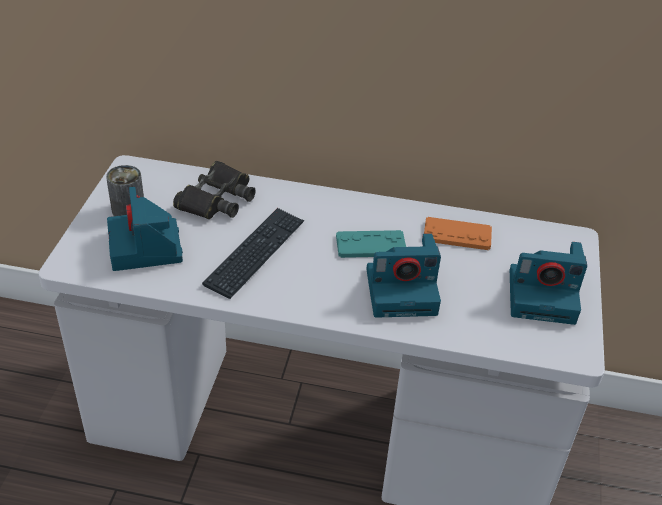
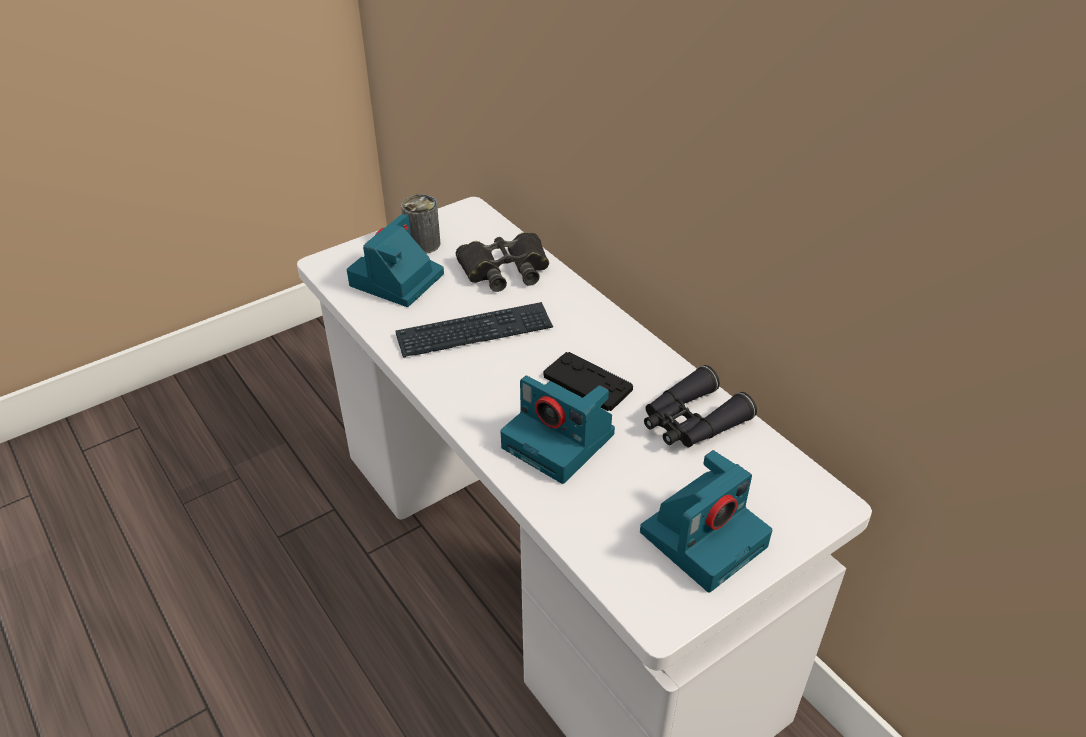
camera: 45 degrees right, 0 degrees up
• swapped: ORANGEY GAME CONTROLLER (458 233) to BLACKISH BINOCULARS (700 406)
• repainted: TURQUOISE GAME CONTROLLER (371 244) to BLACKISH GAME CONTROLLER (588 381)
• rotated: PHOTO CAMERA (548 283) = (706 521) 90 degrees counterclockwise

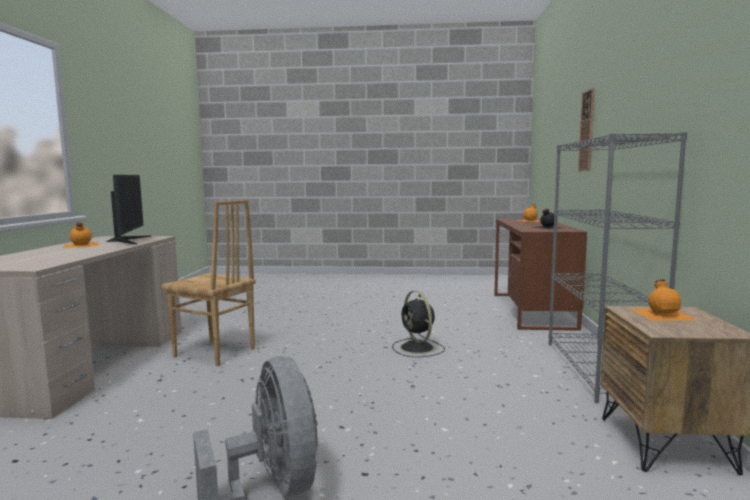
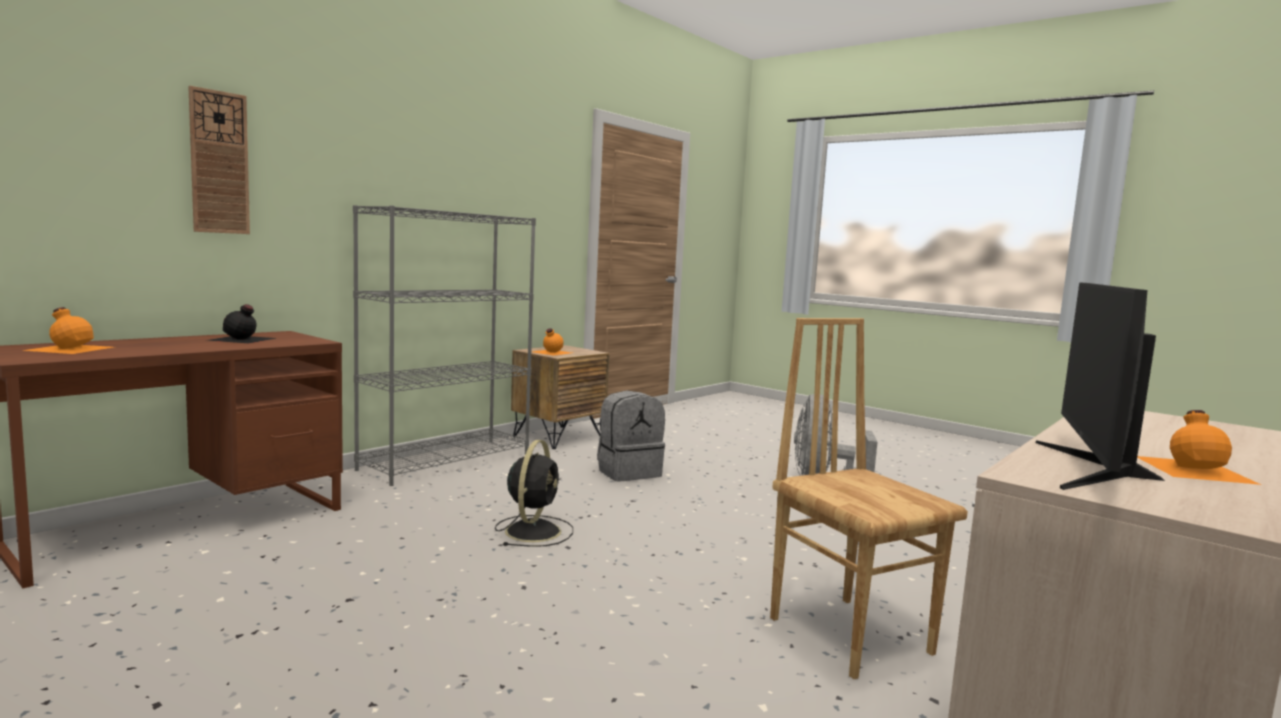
camera: 145 degrees left, 0 degrees up
• new: GREY BACKPACK (631 436)

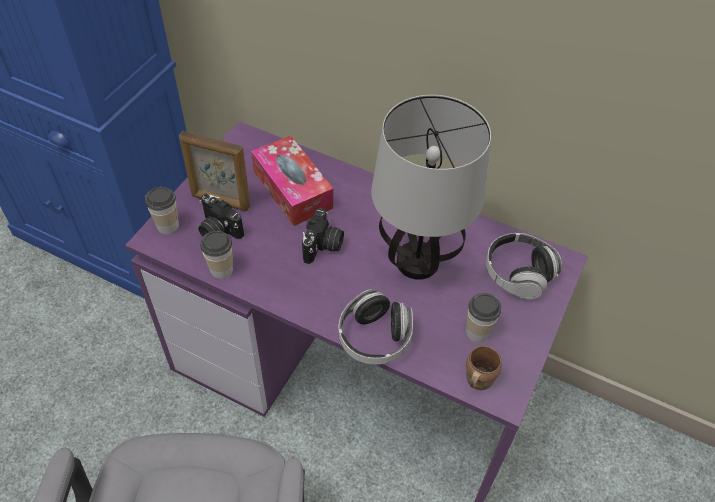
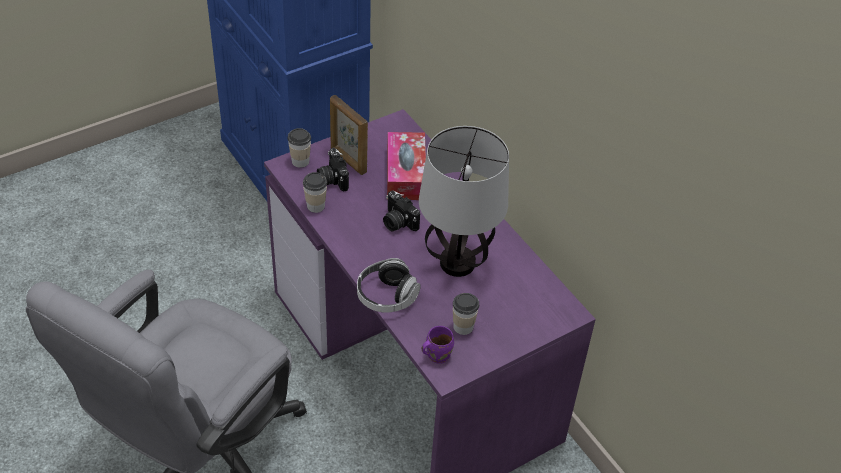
camera: 30 degrees right, 5 degrees down
• rotated: PHOTO CAMERA (323 236) = (401 211) 90 degrees clockwise
• gone: PAIR OF HEADPHONES (524 266)
• repainted: BROWNISH COFFEE MUG (484 367) to PURPLE-COLOURED COFFEE MUG (438 345)

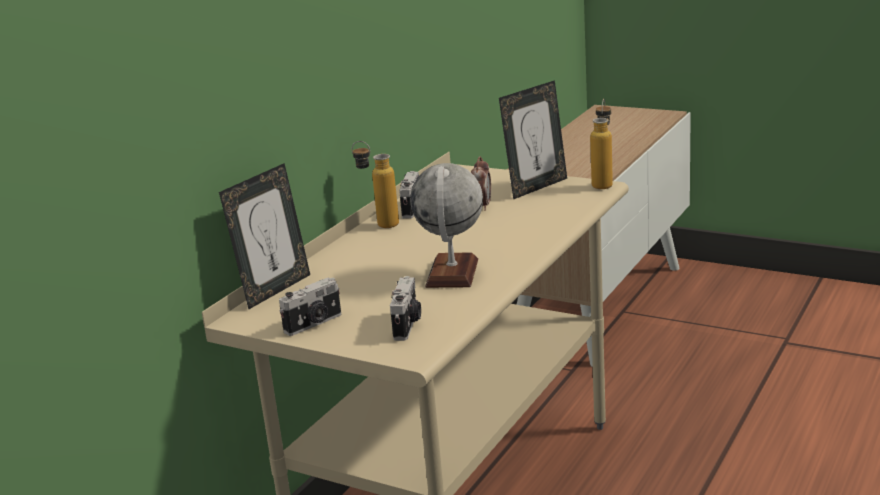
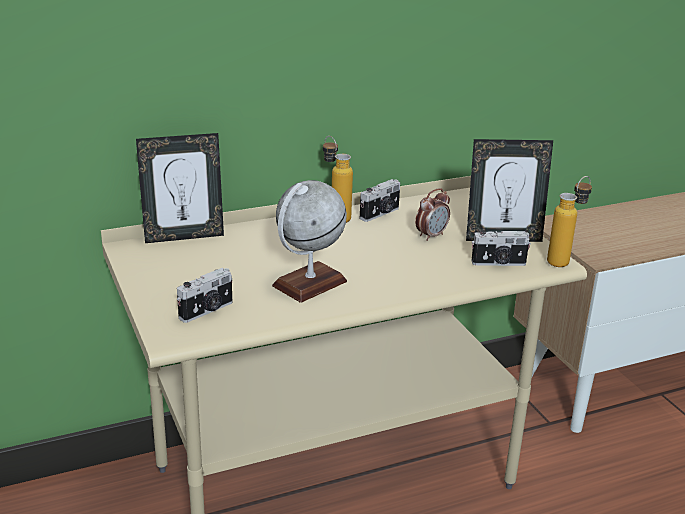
camera: 35 degrees right, 5 degrees up
• shifted: PHOTO CAMERA (310 307) to (501 248)

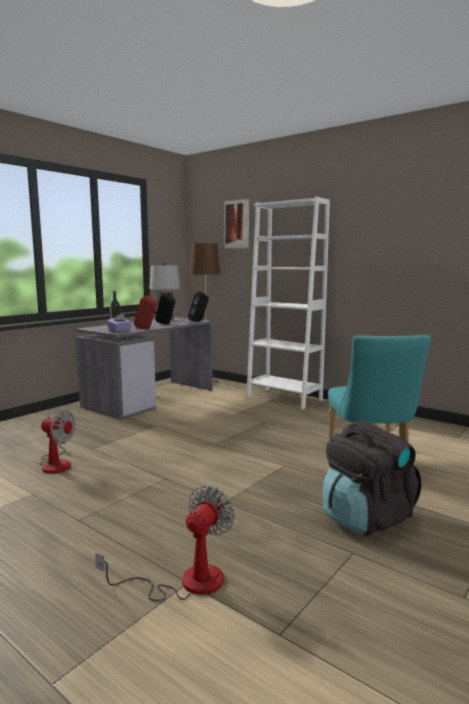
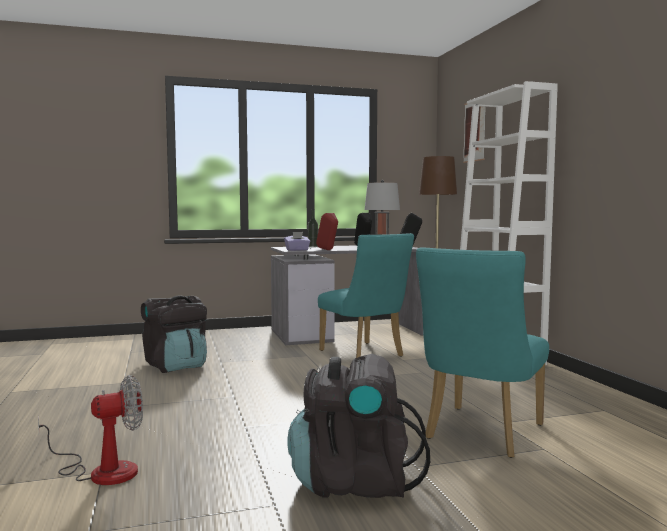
camera: 35 degrees right, 5 degrees down
• swapped: FAN (57 442) to BLACKISH BACKPACK (174 334)
• new: TURQUOISE CHAIR (366 295)

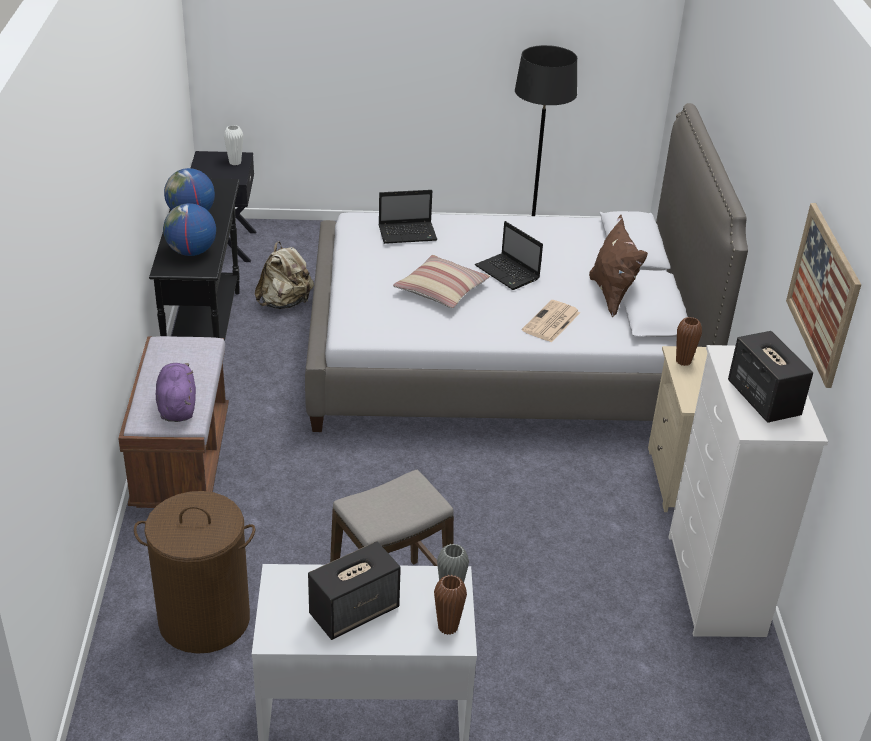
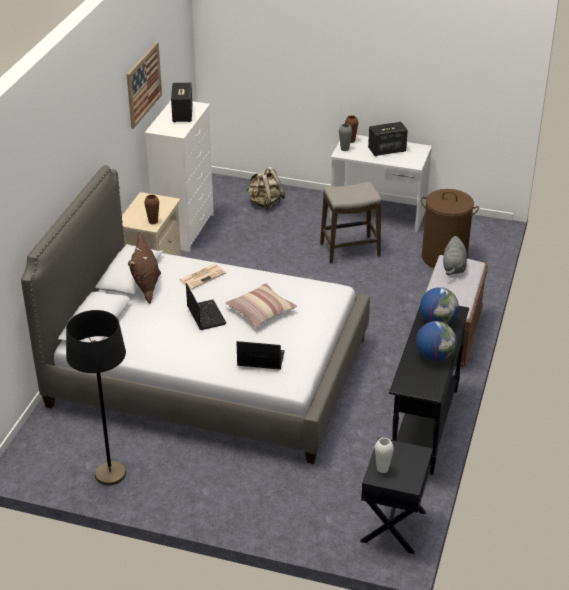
camera: 160 degrees left, 0 degrees up
• shifted: SAND-COLOURED BACKPACK (284 275) to (266 188)
• repainted: PURPLE-COLOURED CUDDLY TOY (176 392) to GREY CUDDLY TOY (455 255)

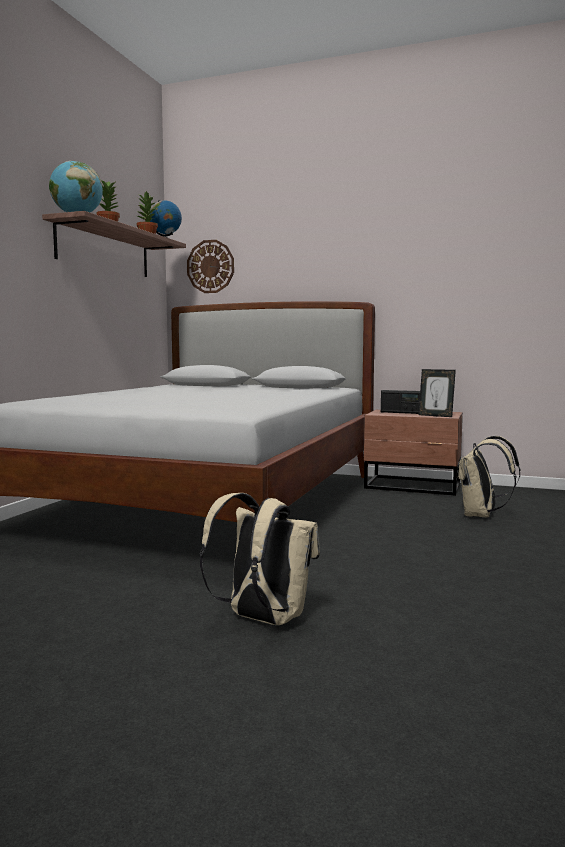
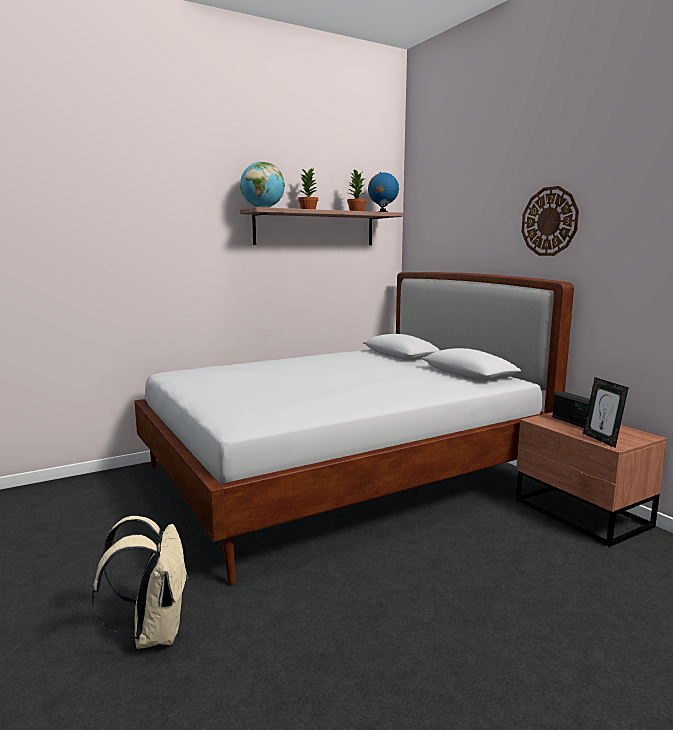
camera: 40 degrees right, 5 degrees up
• shifted: WALL CLOCK (210 266) to (550 221)
• gone: SAND-COLOURED BACKPACK (489 476)

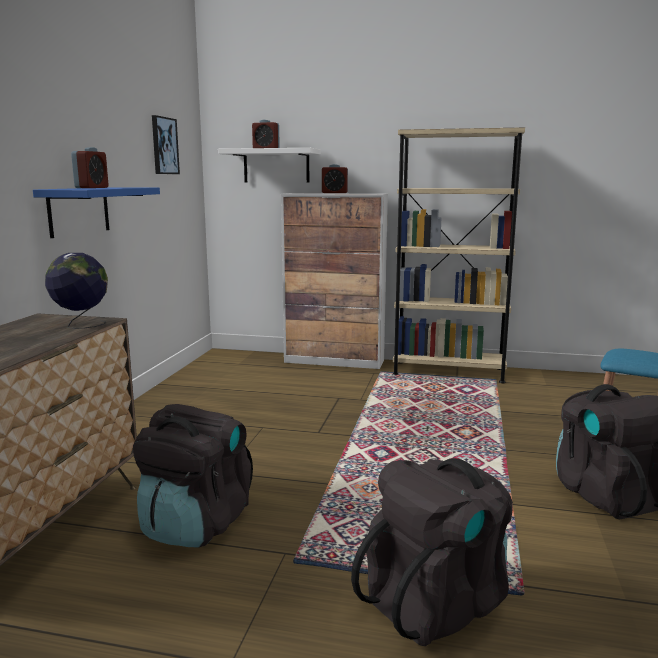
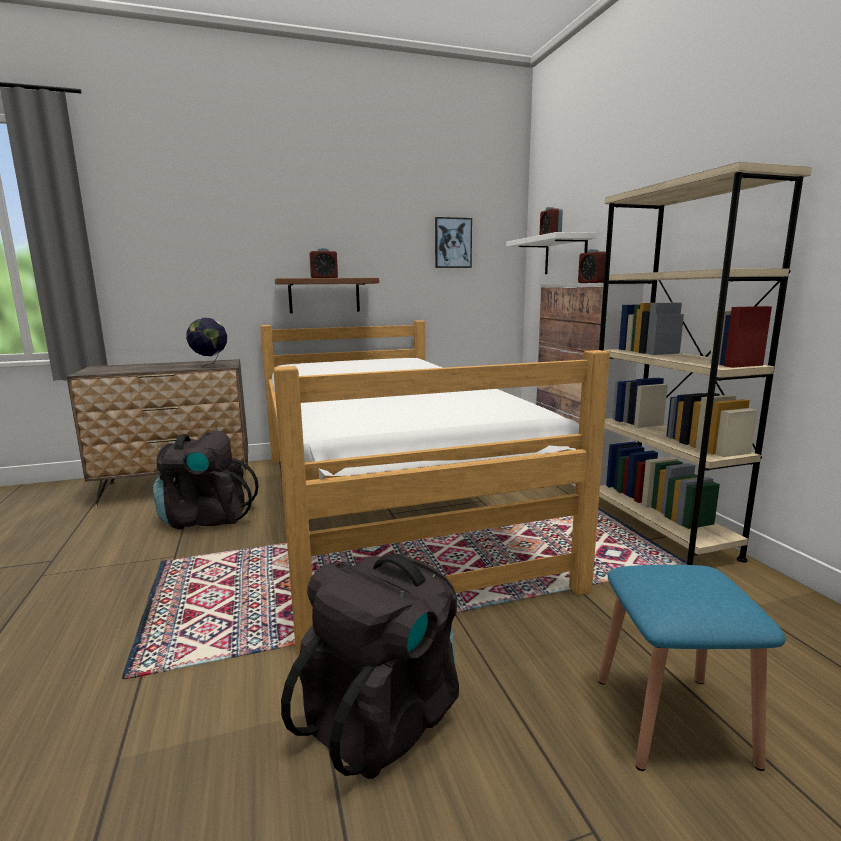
camera: 60 degrees right, 0 degrees up
• repainted: BLUISH WALL SHELF (96 212) to BROWNISH WALL SHELF (327 295)
• gone: BLACKISH BACKPACK (432 552)
• new: BEDROOM BED (435 486)

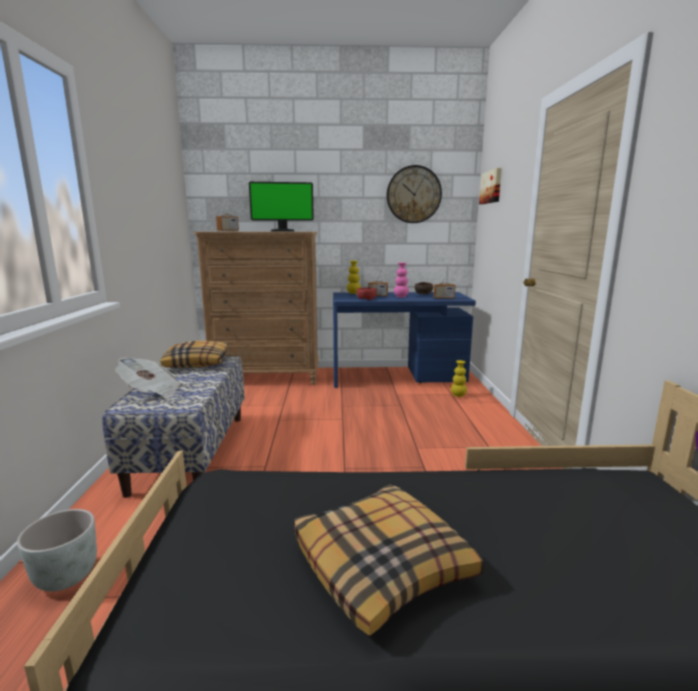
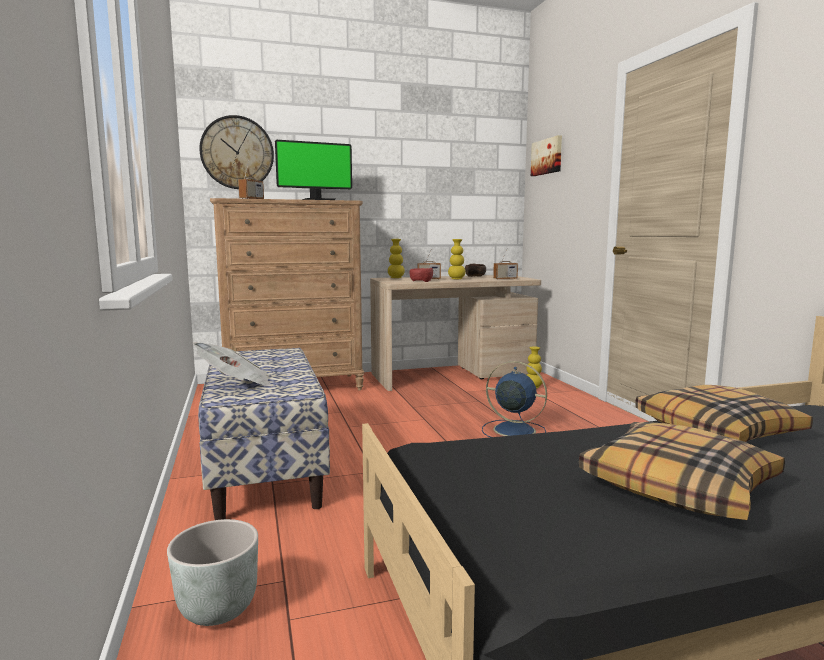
camera: 15 degrees left, 5 degrees down
• shifted: WALL CLOCK (414 194) to (236 152)
• repainted: PINK VASE (401 280) to YELLOW-COLOURED VASE (457 259)
• repainted: BLUISH DESK UNIT (404 340) to SAND-COLOURED DESK UNIT (455 333)
• shifted: PILLOW (194 354) to (724 413)
• new: BLUISH FAN (514 399)

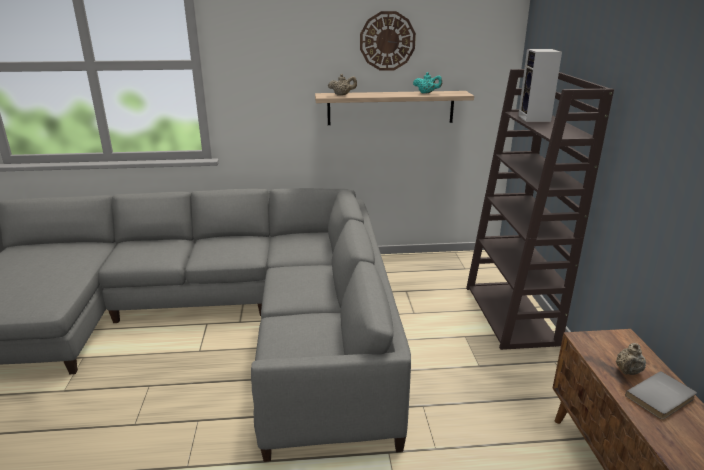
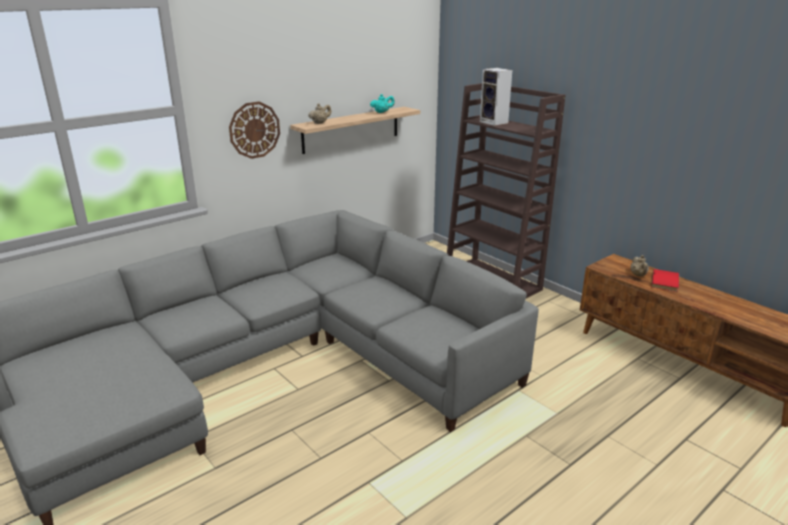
camera: 35 degrees left, 0 degrees up
• shifted: WALL CLOCK (388 41) to (254 130)
• repainted: GREY VOLUME (661 395) to RED-COLOURED VOLUME (665 280)

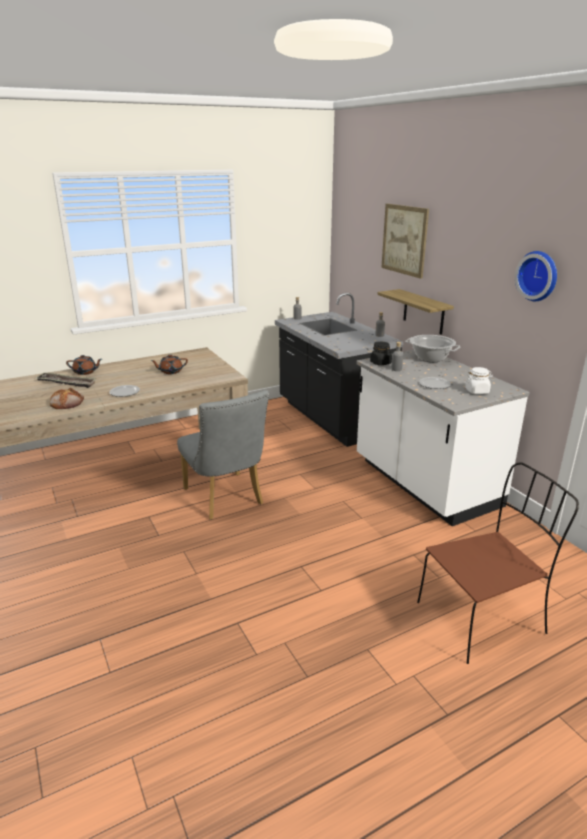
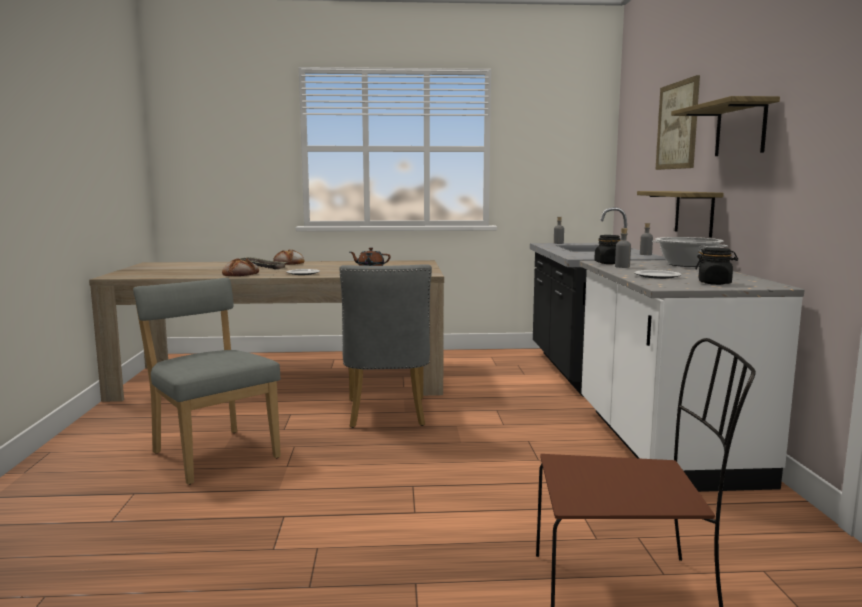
camera: 25 degrees right, 15 degrees down
• gone: WALL CLOCK (536 276)
• swapped: BROWNISH POT FOR TEA (84 365) to BAKERY BREAD (289 257)
• repainted: WHITE STORAGE JAR (479 380) to BLACKISH STORAGE JAR (716 266)
• new: WALL SHELF (725 126)
• new: GREY CHAIR (207 381)

